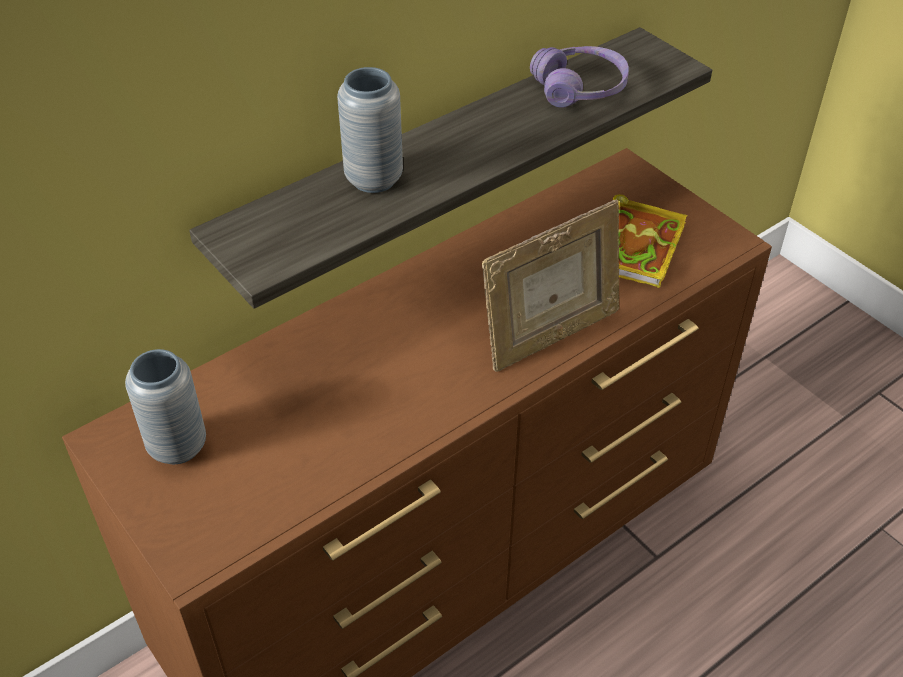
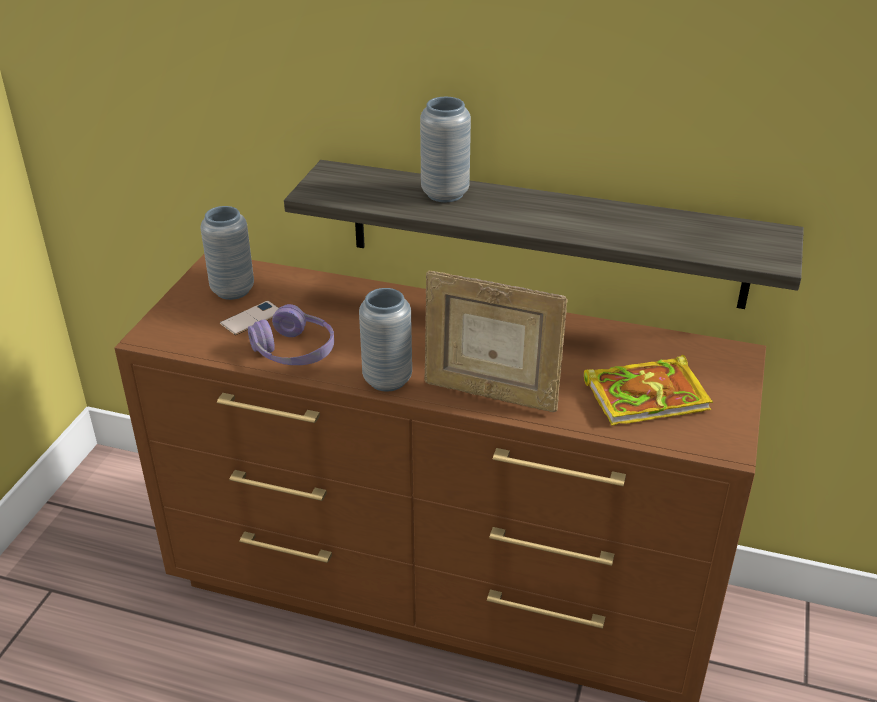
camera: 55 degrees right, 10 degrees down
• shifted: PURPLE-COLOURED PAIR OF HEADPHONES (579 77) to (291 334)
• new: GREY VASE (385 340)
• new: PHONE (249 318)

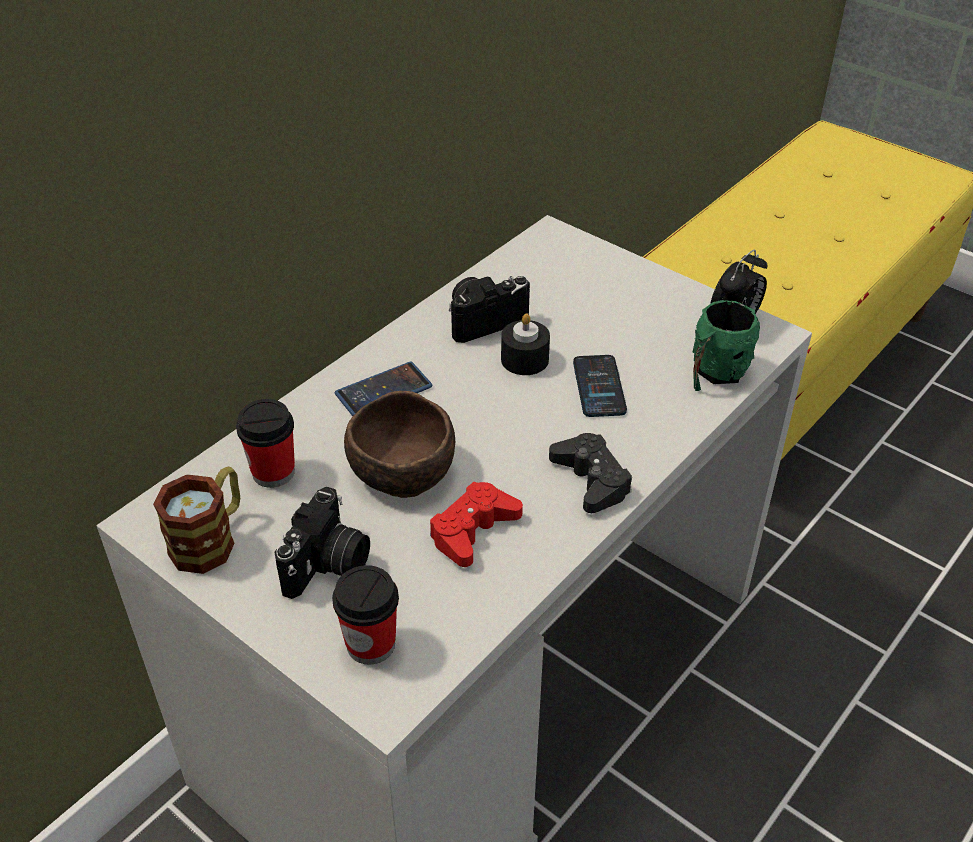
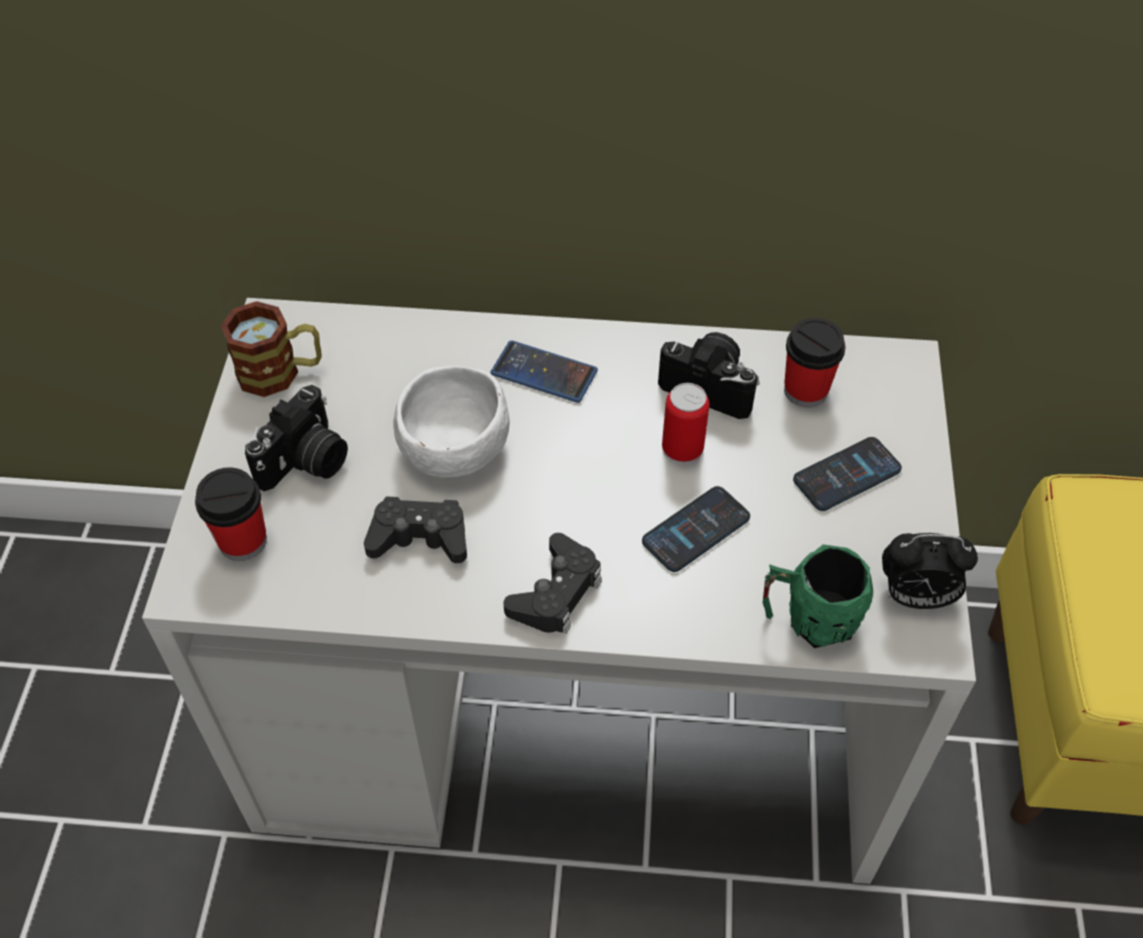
camera: 55 degrees right, 10 degrees up
• swapped: BLACKISH WAX CANDLE (525 344) to CAN (686 424)
• repainted: BROWNISH SERVING BOWL (400 444) to WHITE SERVING BOWL (451 421)
• shifted: DRINKING CUP (265 443) to (815 363)
• repainted: RED-COLOURED GAME CONTROLLER (476 524) to BLACKISH GAME CONTROLLER (415 529)
• rotated: PHOTO CAMERA (322 543) = (296 438) 45 degrees counterclockwise
• new: PHONE (847 474)

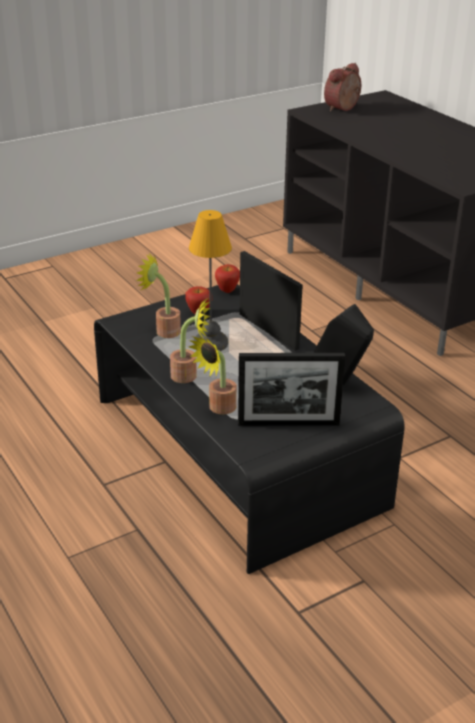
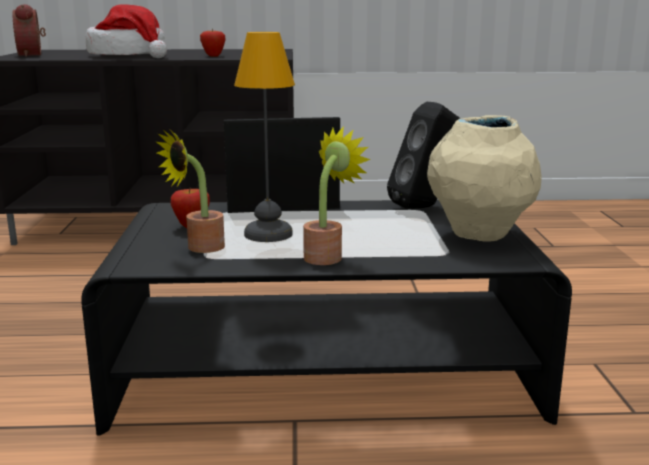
camera: 60 degrees left, 15 degrees down
• shifted: APPLE (227 278) to (213 42)
• gone: POTTED PLANT (213 375)
• swapped: STANDING FRAME (291 389) to SAND-COLOURED VASE (484 178)
• new: WEARABLE HAT (126 31)

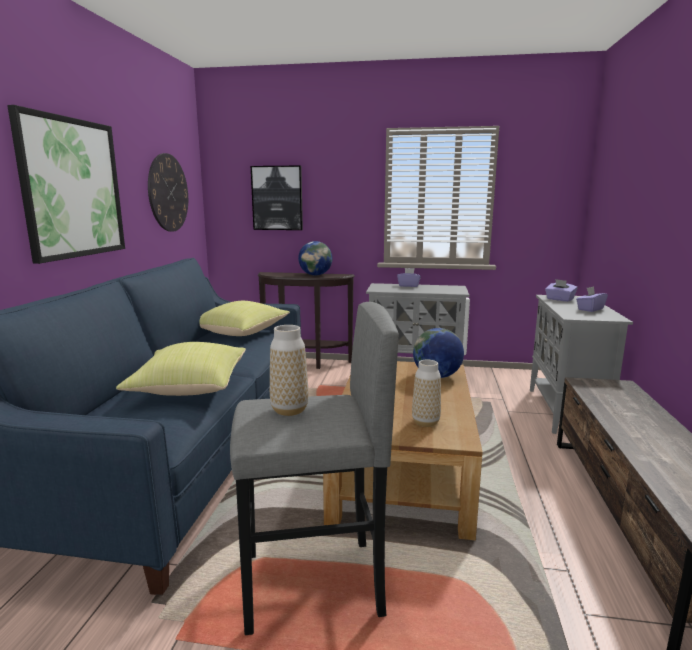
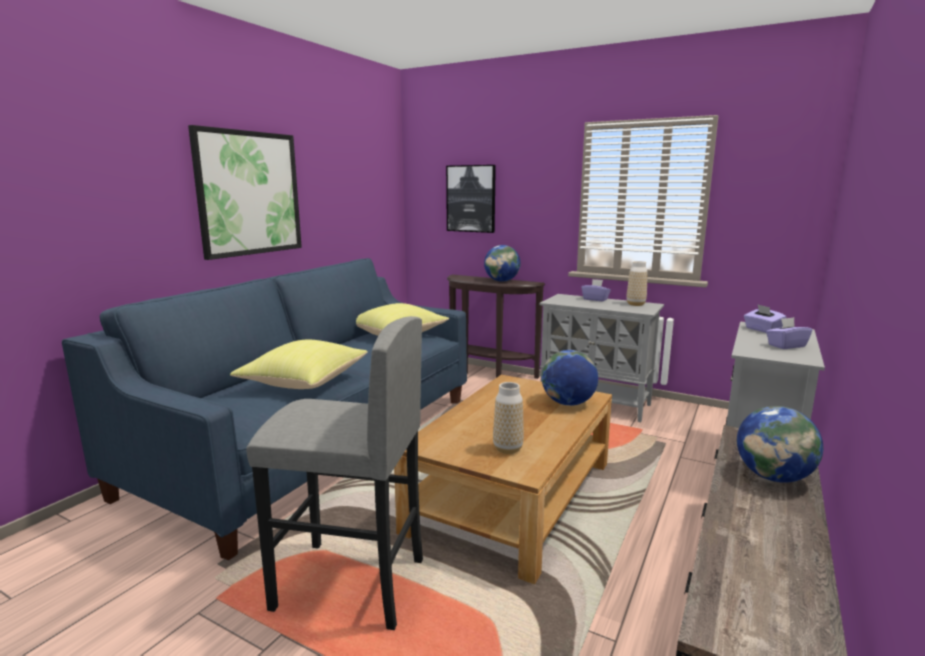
camera: 20 degrees right, 0 degrees up
• gone: WALL CLOCK (168 192)
• shifted: VASE (289 370) to (637 283)
• new: WORLD GLOBE (780 444)

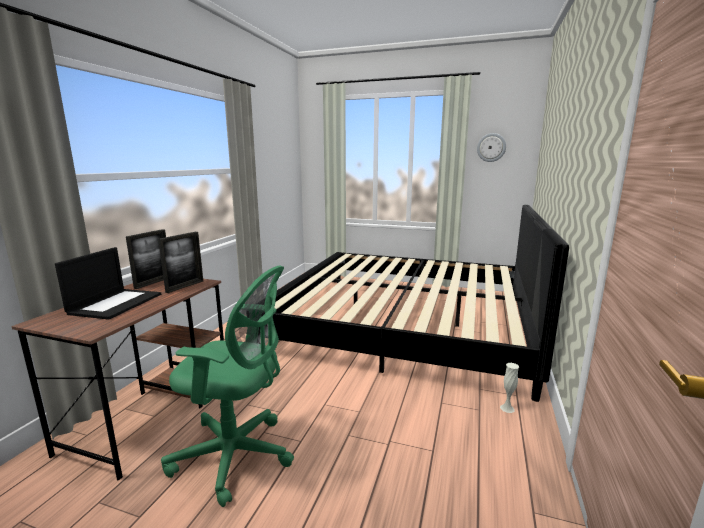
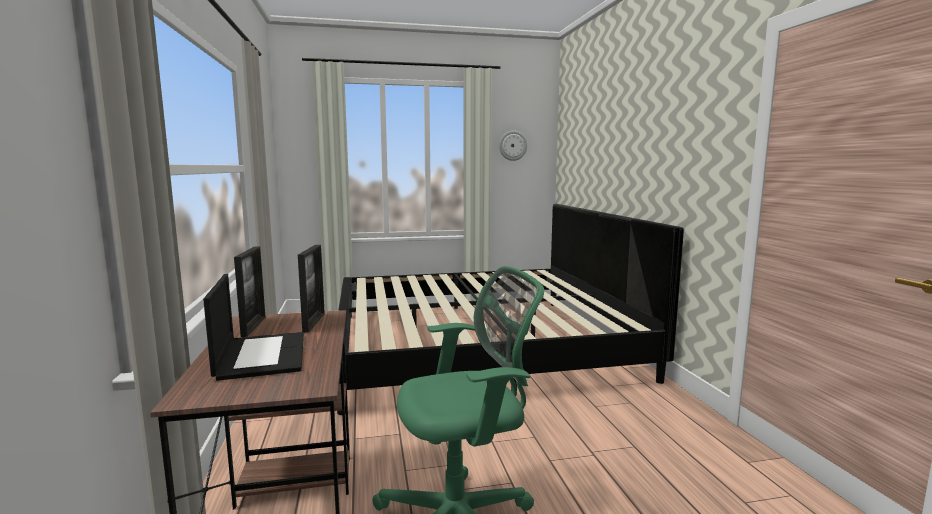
camera: 30 degrees left, 5 degrees down
• gone: WHITE VASE (509 388)

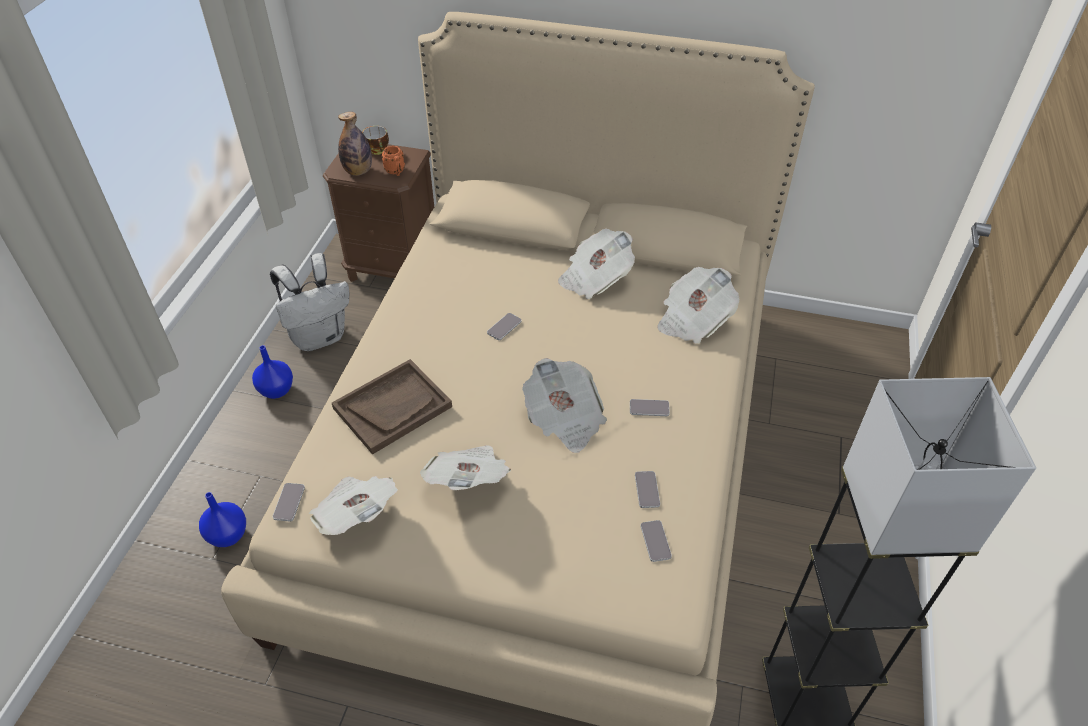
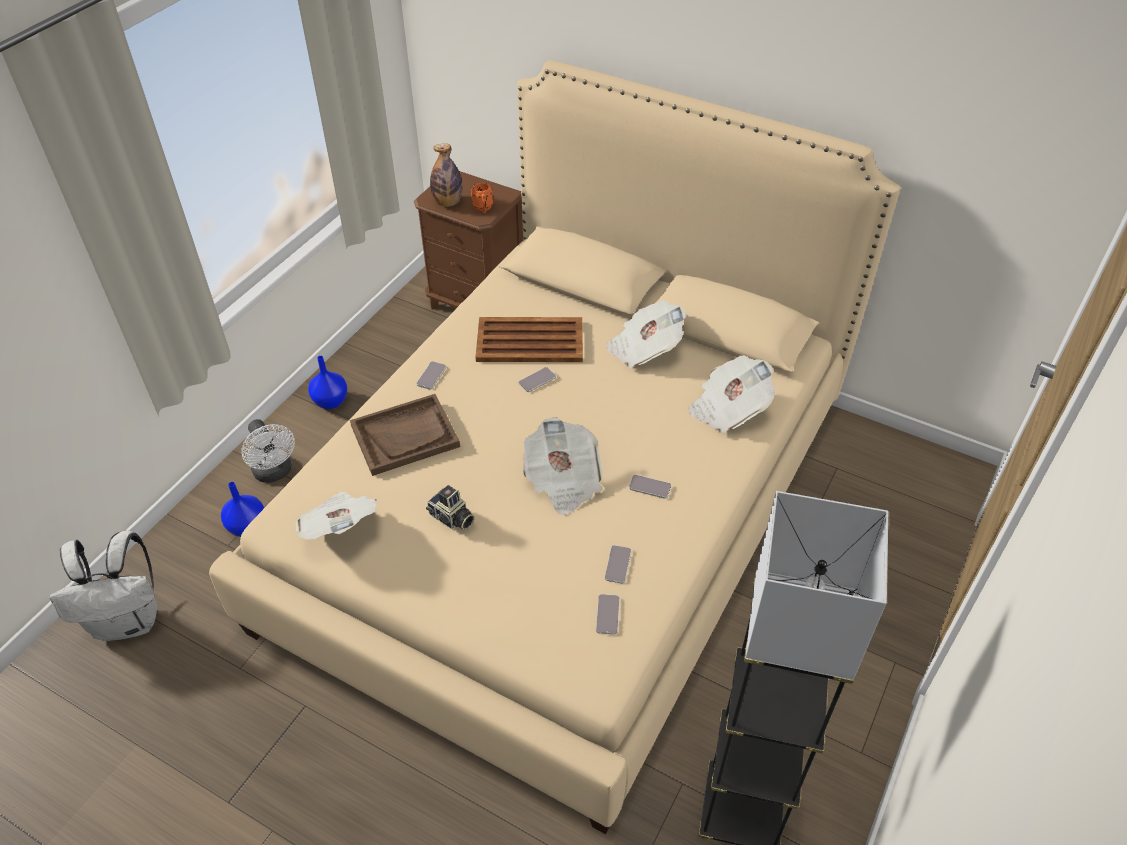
camera: 15 degrees right, 0 degrees up
• gone: DRINKING CUP (375 140)
• shifted: WHITE BACKPACK (309 302) to (103 586)
• swapped: DAILY PAPER (465 467) to PHOTO CAMERA (450 507)
• shifted: PHONE (289 502) to (431 375)
• new: BROWNISH SERVING TRAY (529 339)
• new: WHITE FAN (268 451)

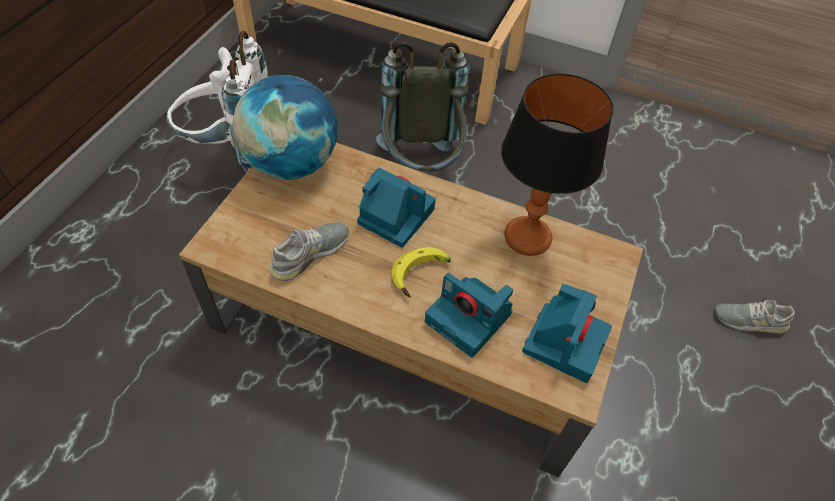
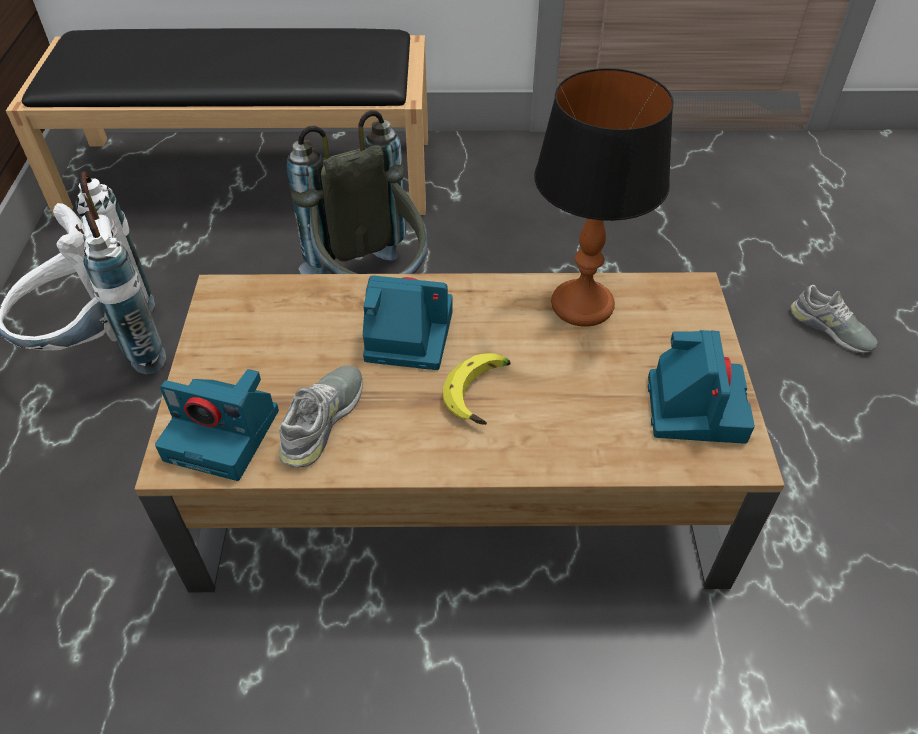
camera: 20 degrees left, 5 degrees down
• gone: WORLD GLOBE (284 127)
• shifted: PHOTO CAMERA (469 315) to (217 425)
• rotated: GREY ITEM OF FOOTWEAR (754 317) = (834 319) 120 degrees counterclockwise

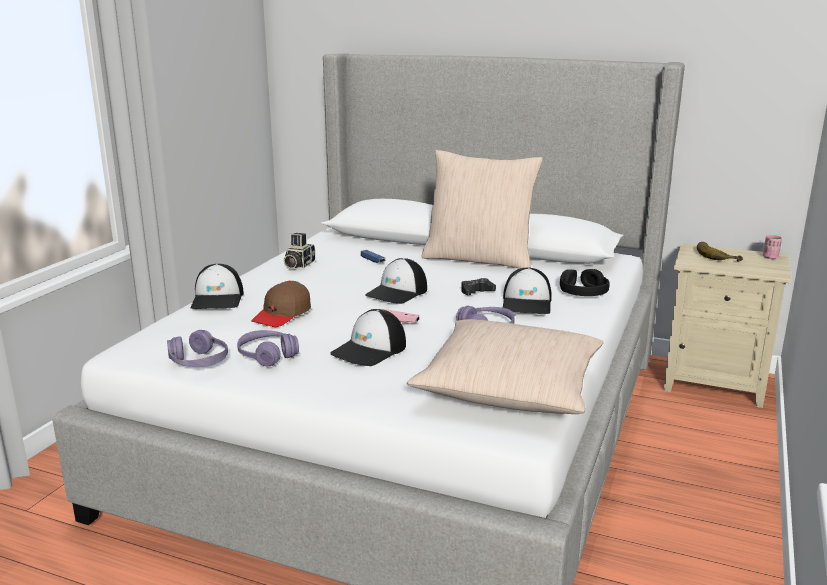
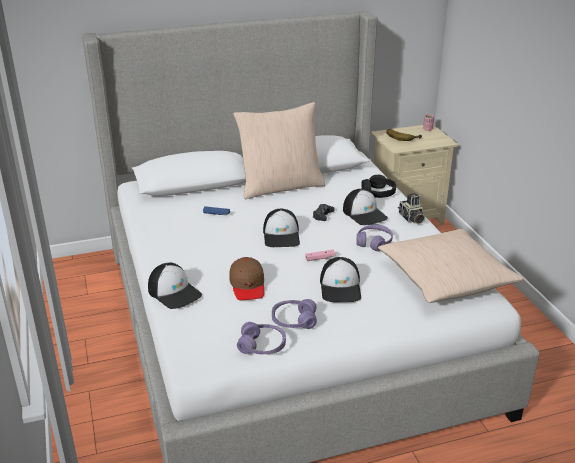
camera: 40 degrees left, 10 degrees up
• shifted: PHOTO CAMERA (299 251) to (411 208)

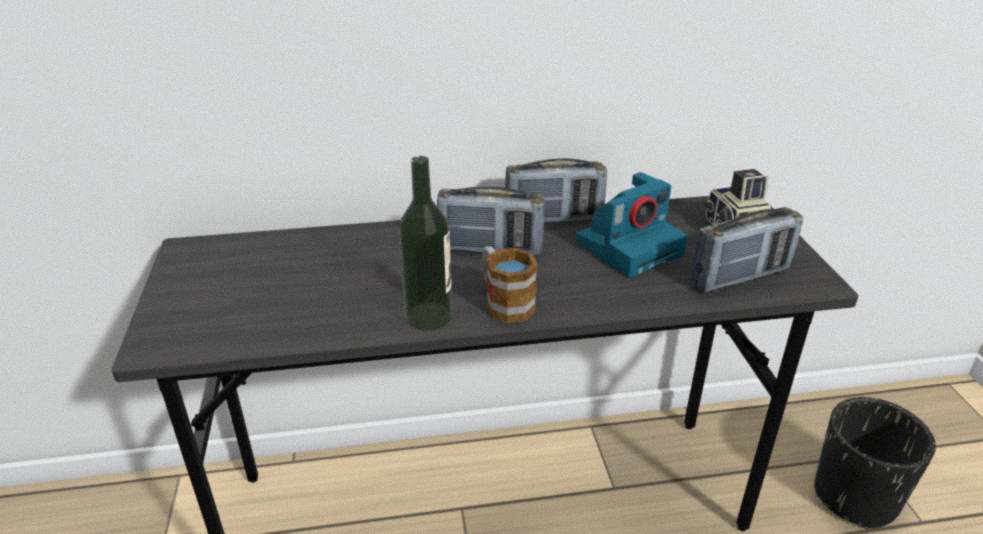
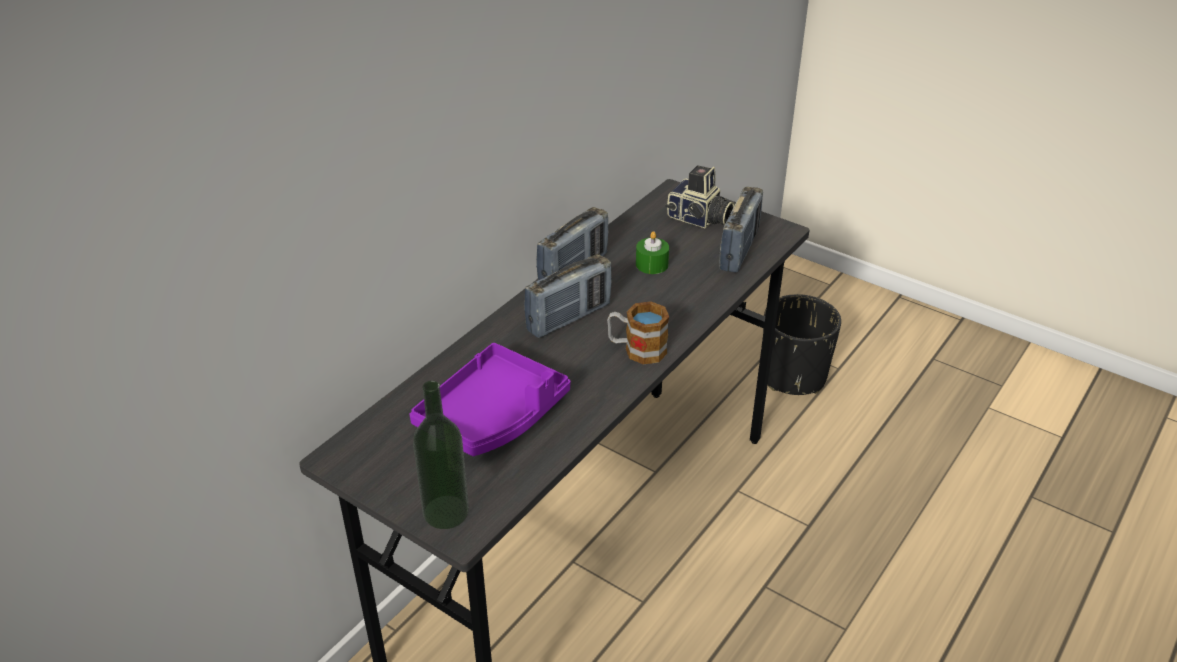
camera: 45 degrees left, 5 degrees up
• shifted: BEVERAGE BOTTLE (425 243) to (441 455)
• swapped: PHOTO CAMERA (632 224) to GREEN-COLOURED WAX CANDLE (652 252)
• new: PURPLE-COLOURED SERVING TRAY (489 399)

